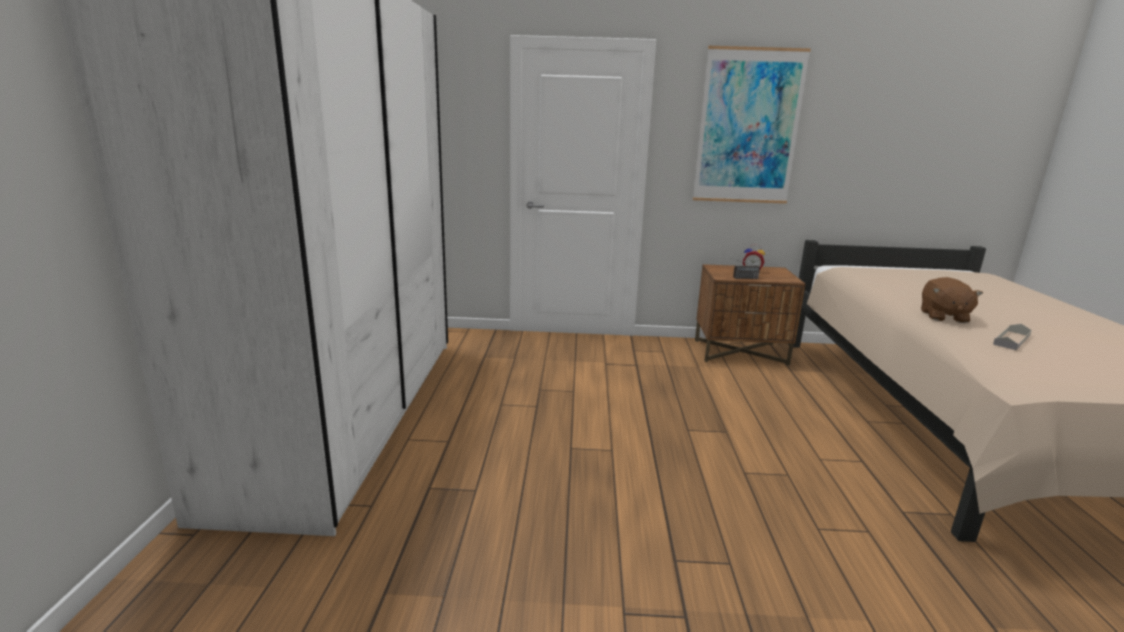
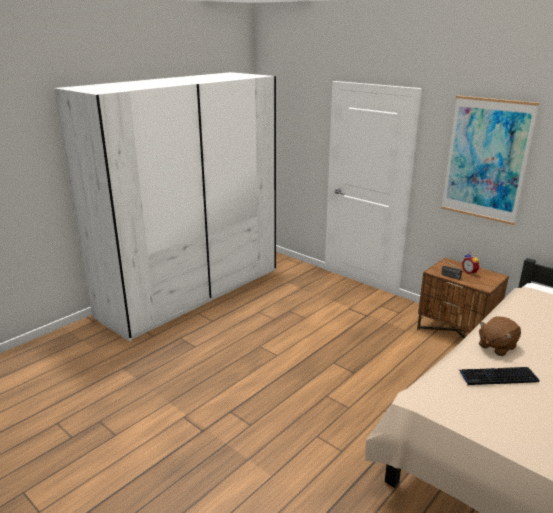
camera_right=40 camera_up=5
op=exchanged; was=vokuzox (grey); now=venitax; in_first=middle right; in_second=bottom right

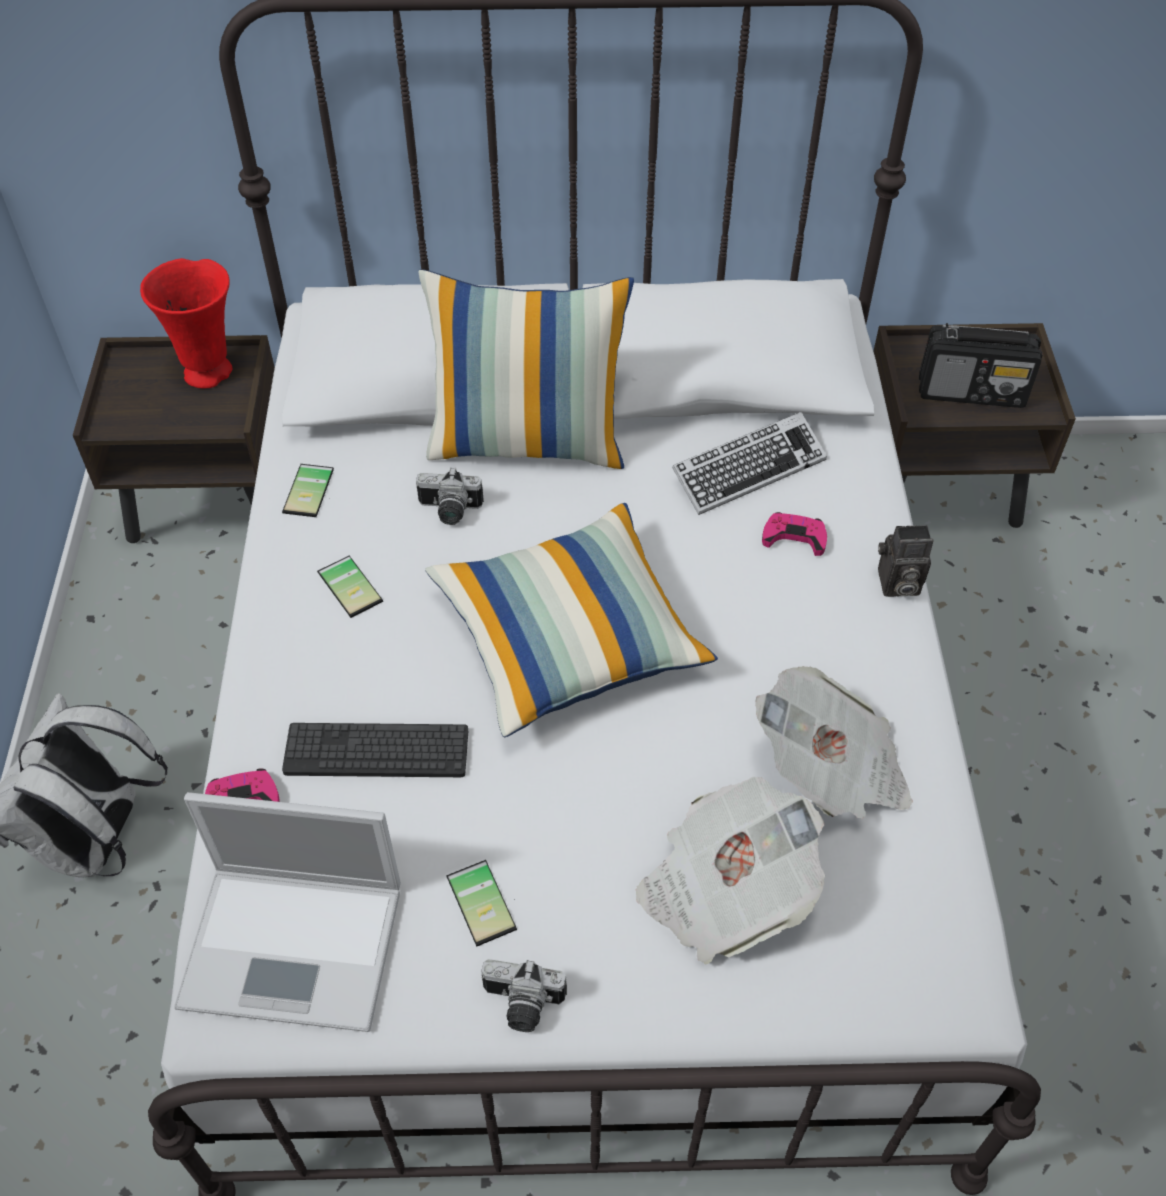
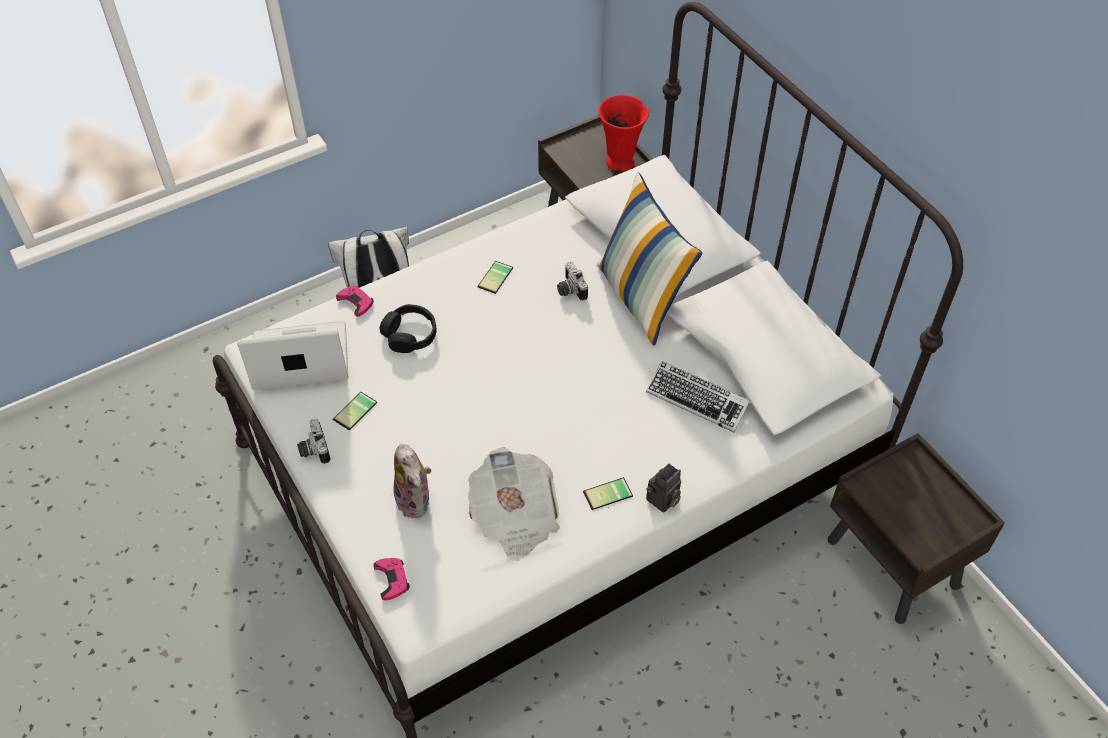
camera_right=60 camera_up=0
op=missing; was=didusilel (no. 2 from left); in_first=centre
op=missing; was=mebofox; in_first=top right
op=relocated; was=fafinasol (no. 1 from left in the first image); now=fafinasol (no. 3 from left); in_first=middle left; in_second=bottom centre
op=relocated; was=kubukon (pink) (no. 2 from left); in_first=middle right; in_second=bottom centre
op=exchanged; was=venitax (no. 1 from left); now=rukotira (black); in_first=middle left; in_second=centre
op=exchanged; was=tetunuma (no. 1 from left); now=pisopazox; in_first=bottom centre; in_second=centre
op=spun; was=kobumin; in_first=bottom left; in_second=middle left; clockwise=105
op=spun; was=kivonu (no. 3 from left); in_first=middle right; in_second=centre; clockwise=-105

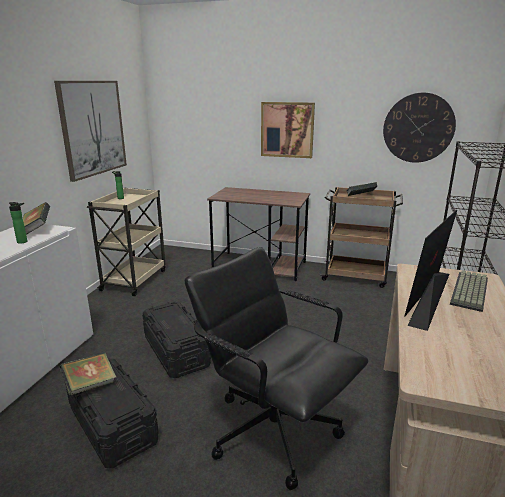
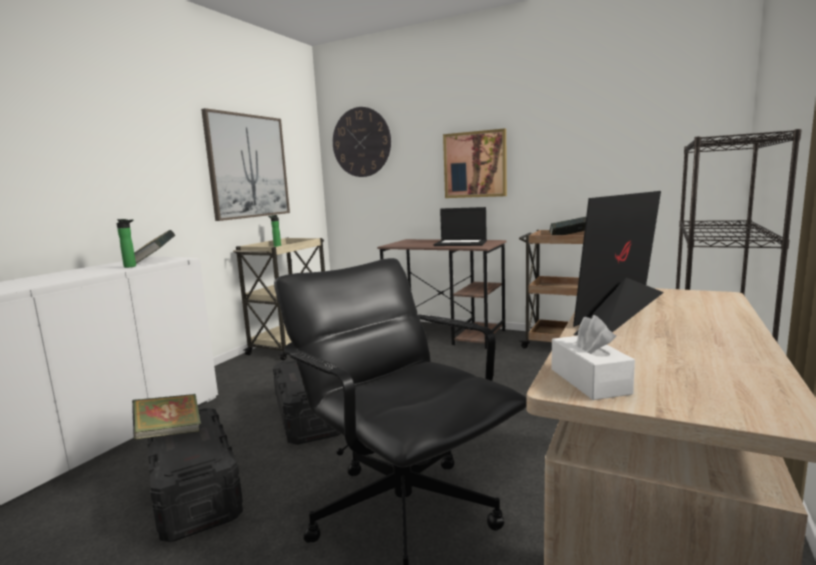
camera_right=10 camera_up=-10
op=missing; was=venitax; in_first=middle right
op=appeared; now=kobumin; in_second=centre
op=appeared; now=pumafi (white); in_second=middle right
op=relocated; was=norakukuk; in_first=top right; in_second=top centre

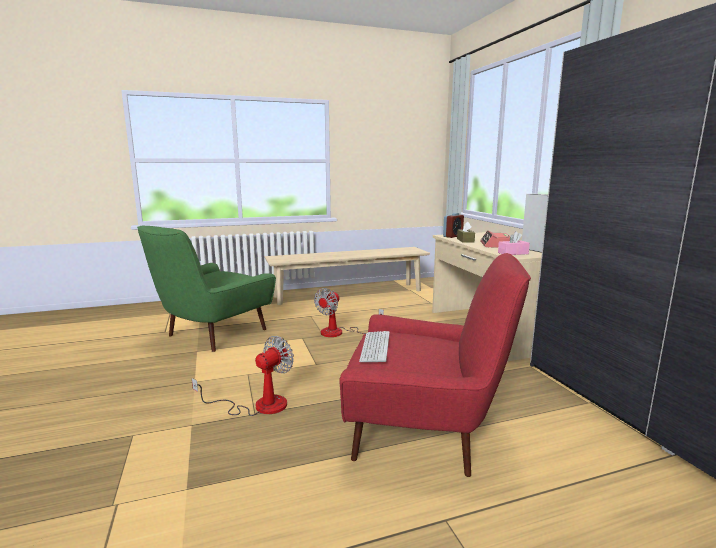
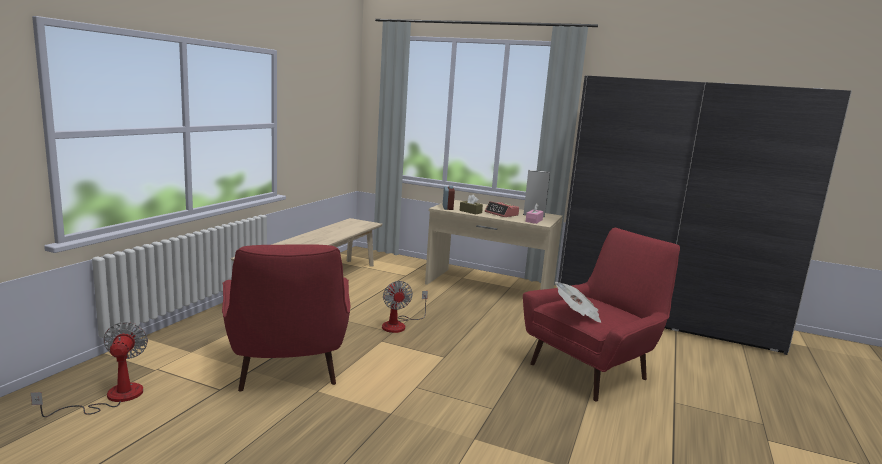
camera_right=-50 camera_up=0
op=relocated; was=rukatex (no. 1 from left); in_first=bottom centre; in_second=bottom left
op=exchanged; was=venitax; now=tetunuma; in_first=centre; in_second=centre
op=colour; was=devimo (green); now=devimo (red) (no. 1 from left); in_first=middle left; in_second=bottom left

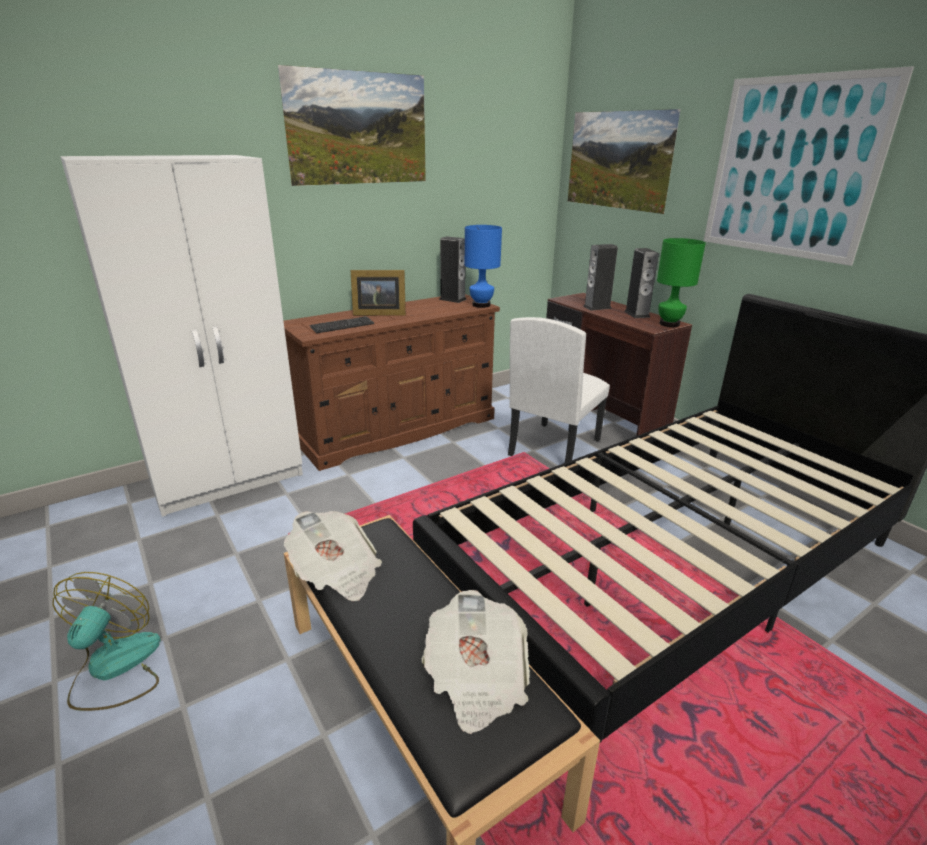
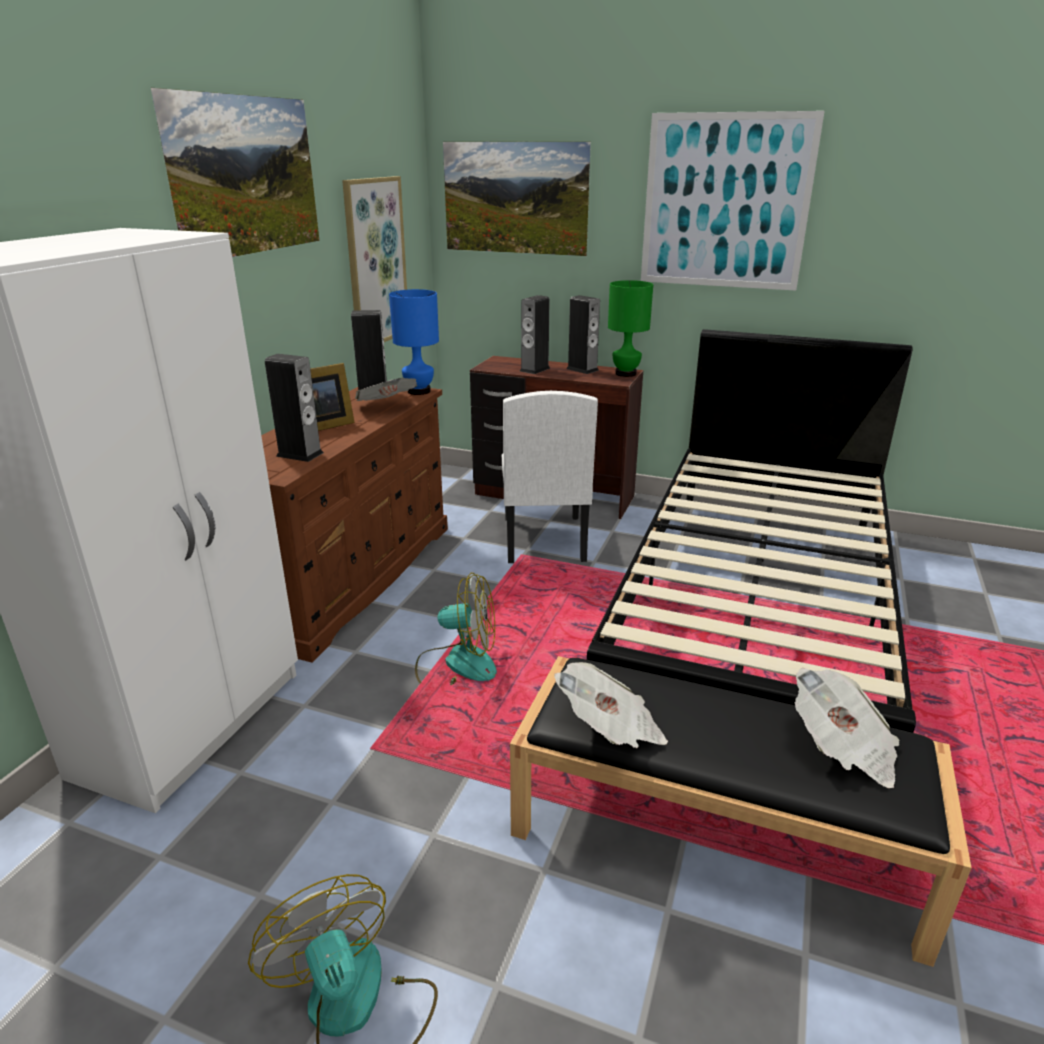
camera_right=-35 camera_up=0
op=appeared; now=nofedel (no. 2 from left); in_second=top centre
op=appeared; now=tetunuma (no. 1 from left); in_second=centre
op=appeared; now=rukatex (no. 2 from left); in_second=centre
op=exchanged; was=venitax; now=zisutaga (no. 1 from left); in_first=centre; in_second=middle left

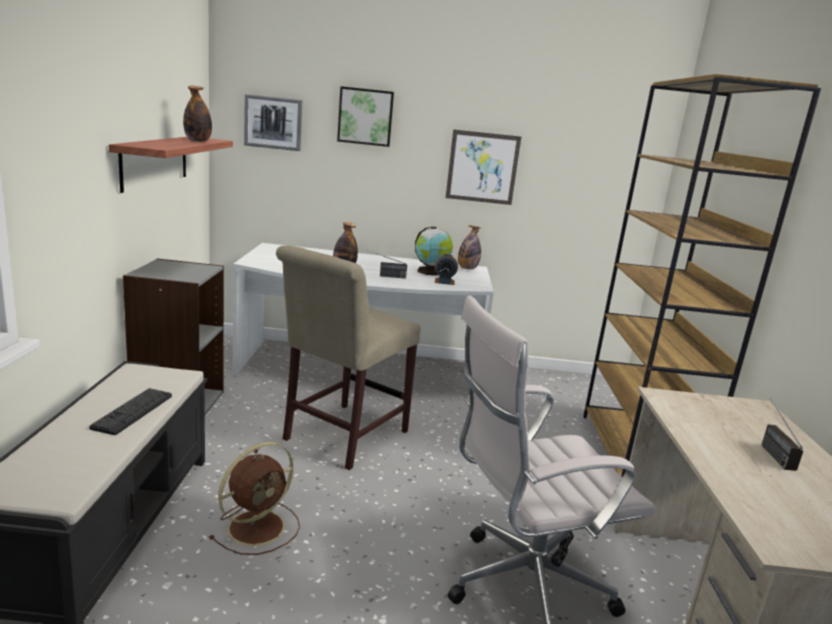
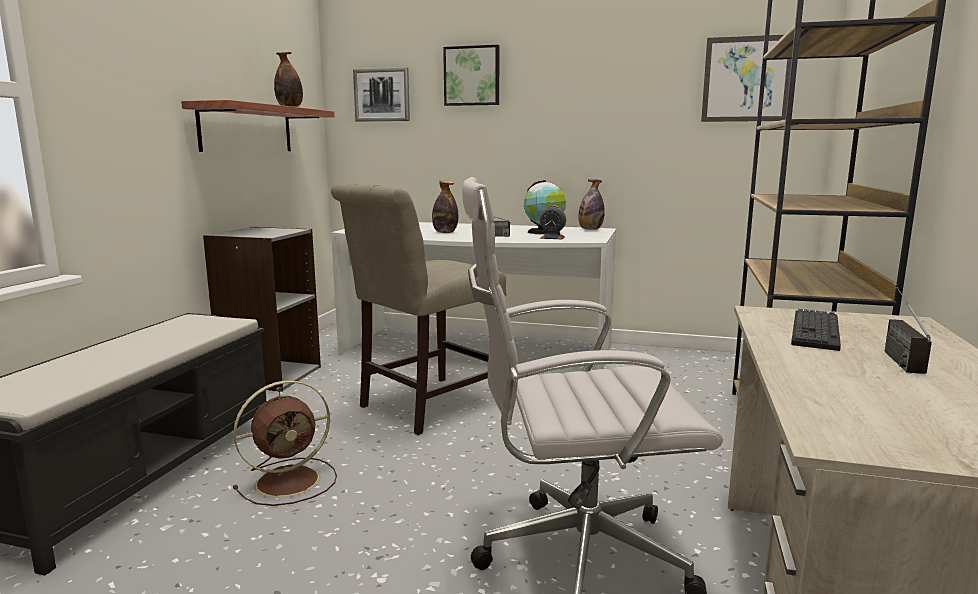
camera_right=15 camera_up=-5
op=relocated; was=venitax; in_first=middle left; in_second=middle right
op=relocated; was=nofedel (no. 3 from left); in_first=top centre; in_second=top right

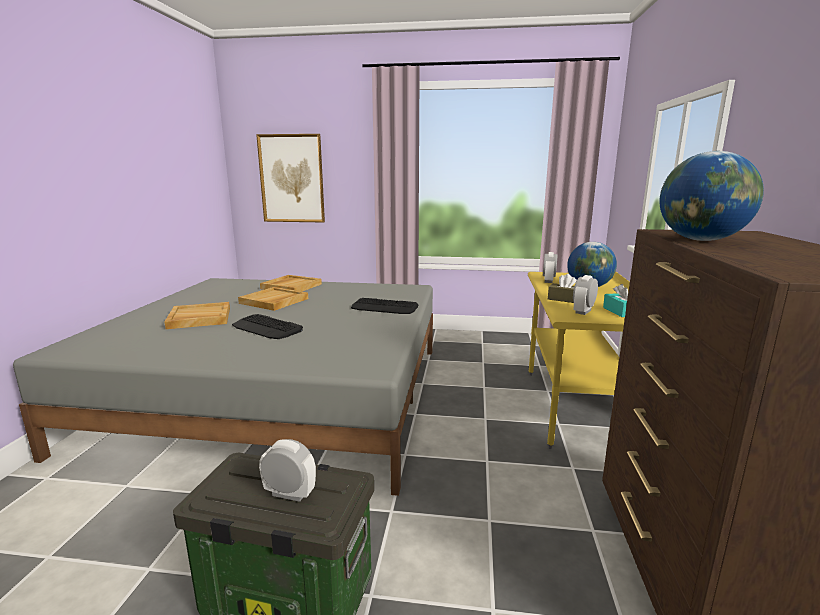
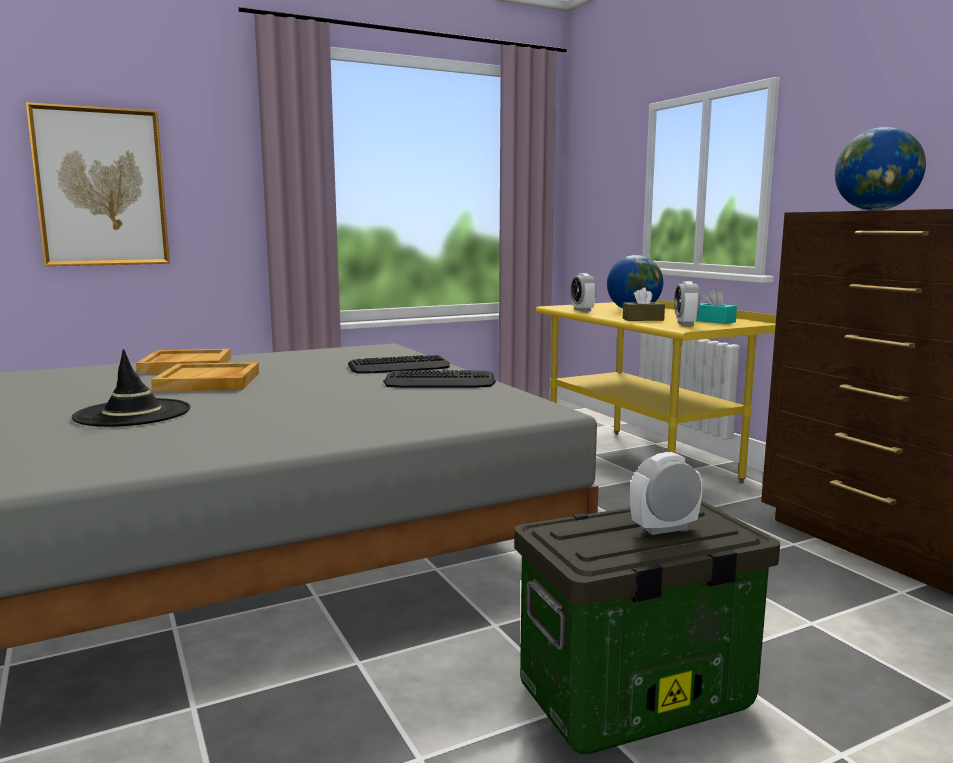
camera_right=-35 camera_up=-5
op=relocated; was=venitax (no. 1 from left in the first image); now=venitax (no. 2 from left); in_first=middle left; in_second=centre
op=exchanged; was=vokuzox (beige) (no. 1 from left); now=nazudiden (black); in_first=middle left; in_second=middle left

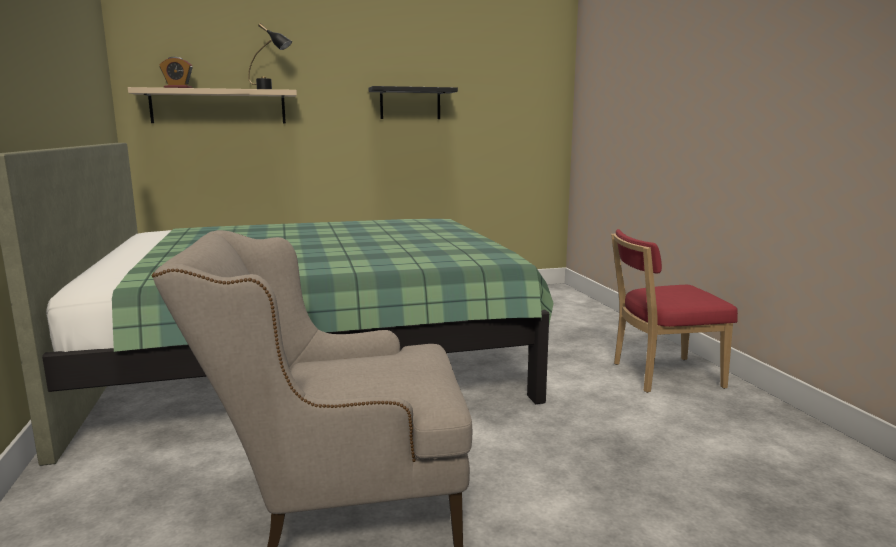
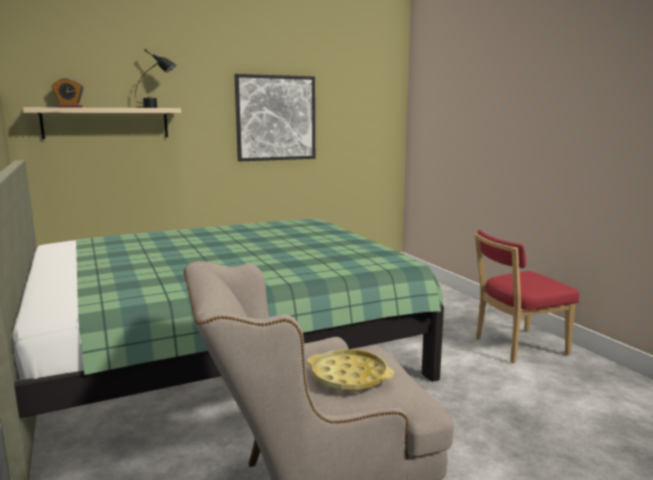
camera_right=-10 camera_up=0
op=appeared; now=vokuzox (yellow); in_second=bottom centre
op=exchanged; was=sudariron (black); now=nofedel; in_first=top centre; in_second=top centre

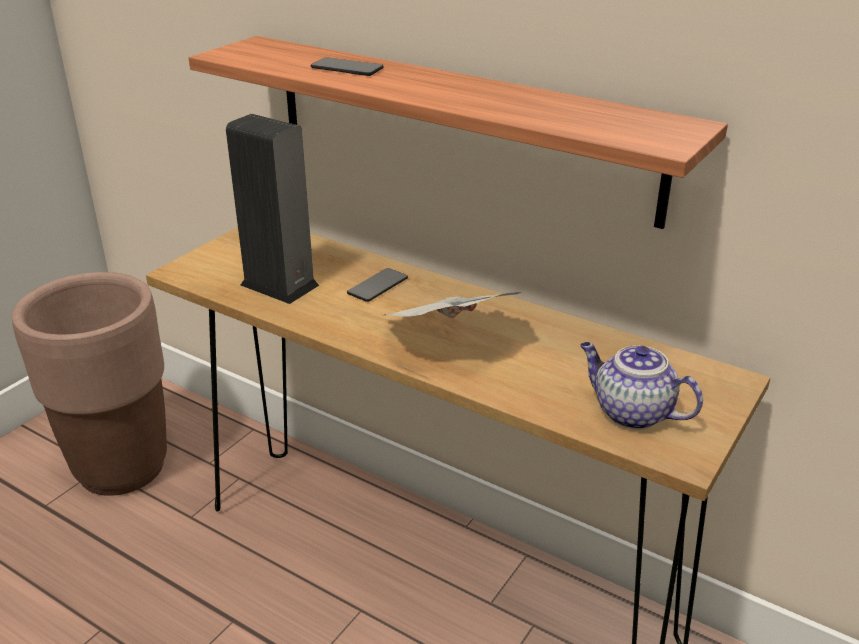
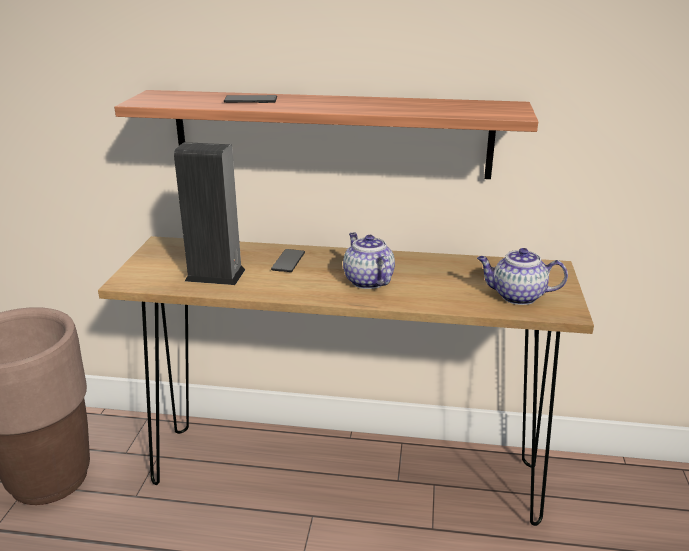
camera_right=-25 camera_up=-5
op=exchanged; was=tetunuma; now=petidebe (no. 1 from left); in_first=centre; in_second=centre

